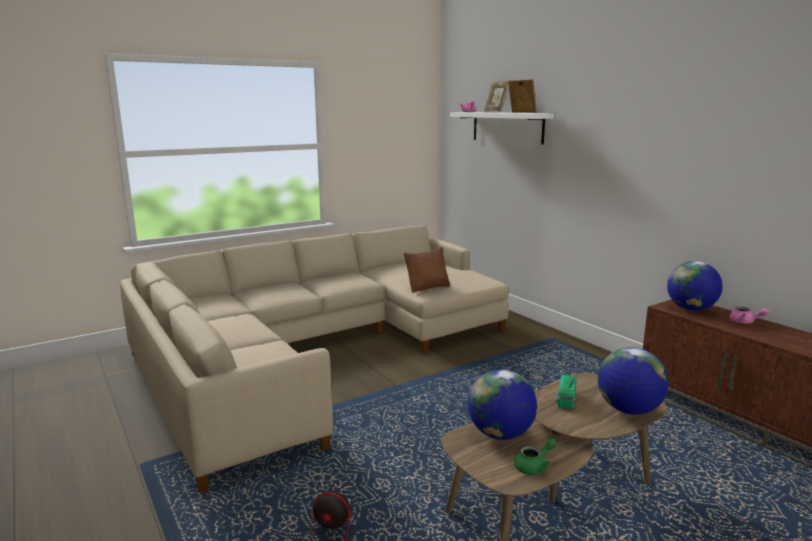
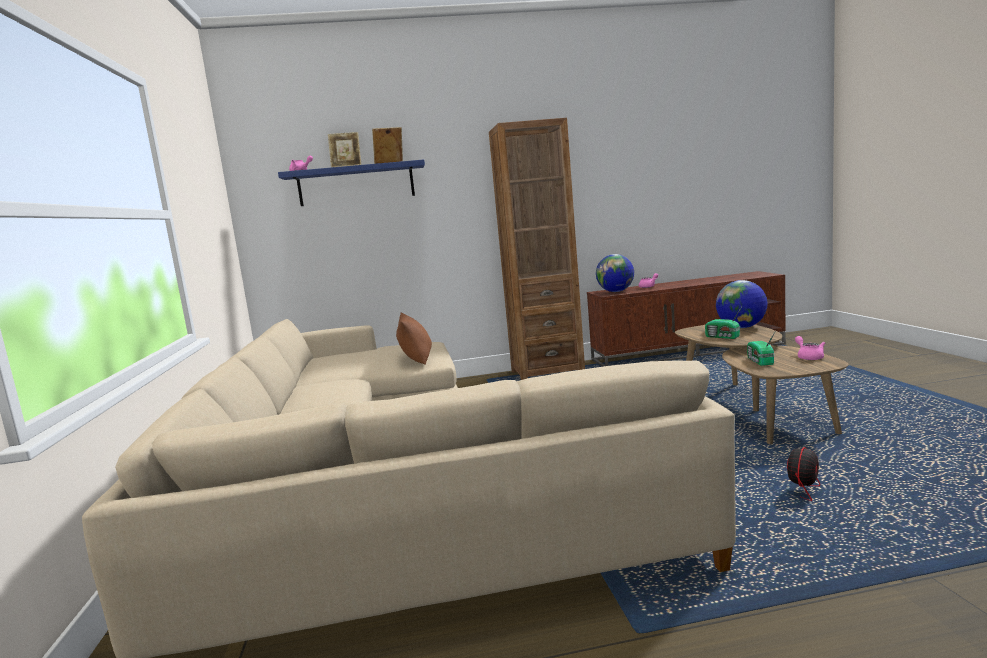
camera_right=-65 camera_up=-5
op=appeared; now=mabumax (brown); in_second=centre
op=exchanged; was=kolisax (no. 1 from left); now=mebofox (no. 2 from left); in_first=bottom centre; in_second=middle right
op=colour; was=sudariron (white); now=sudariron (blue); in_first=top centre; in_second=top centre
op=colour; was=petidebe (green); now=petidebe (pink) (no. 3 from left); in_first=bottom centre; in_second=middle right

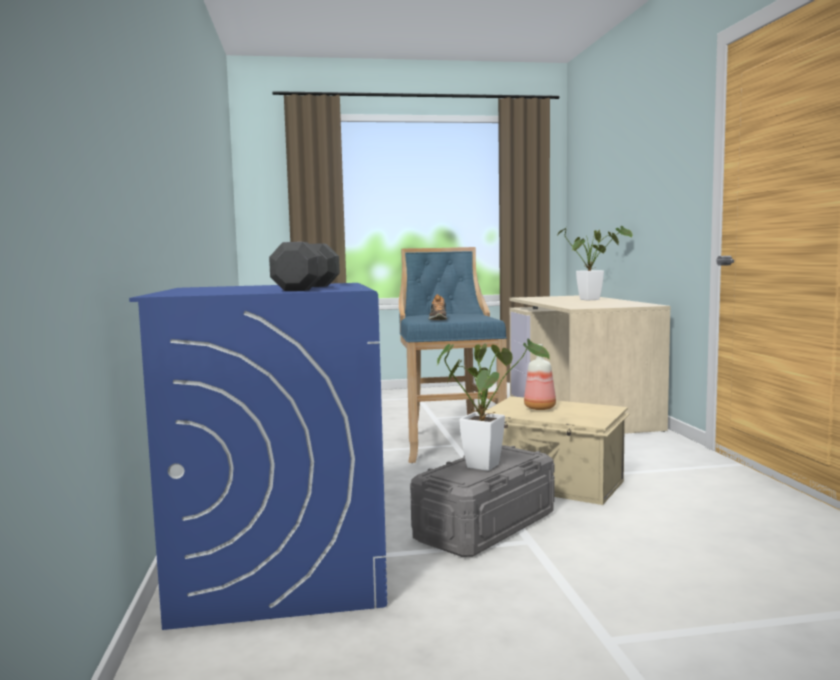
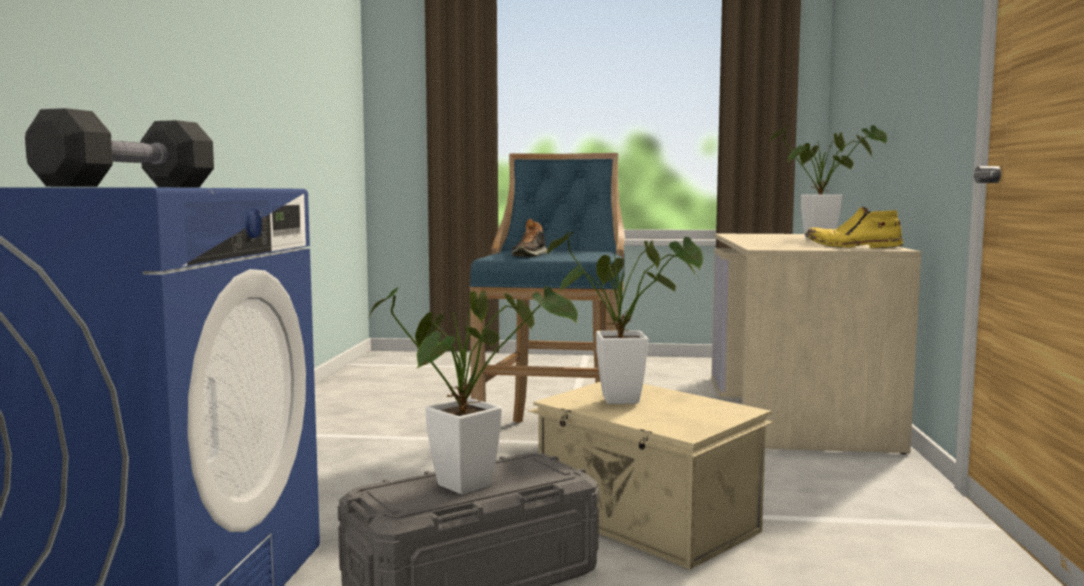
camera_right=15 camera_up=0
op=appeared; now=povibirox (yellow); in_second=middle right
op=exchanged; was=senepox; now=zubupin (no. 2 from left); in_first=centre; in_second=centre

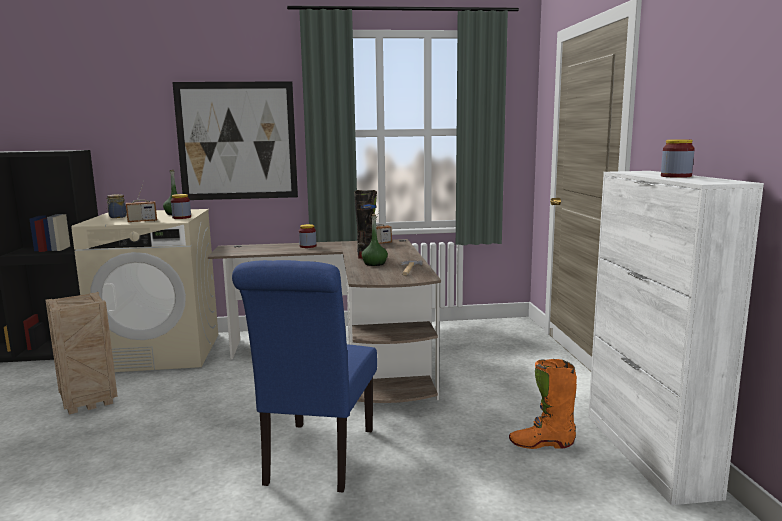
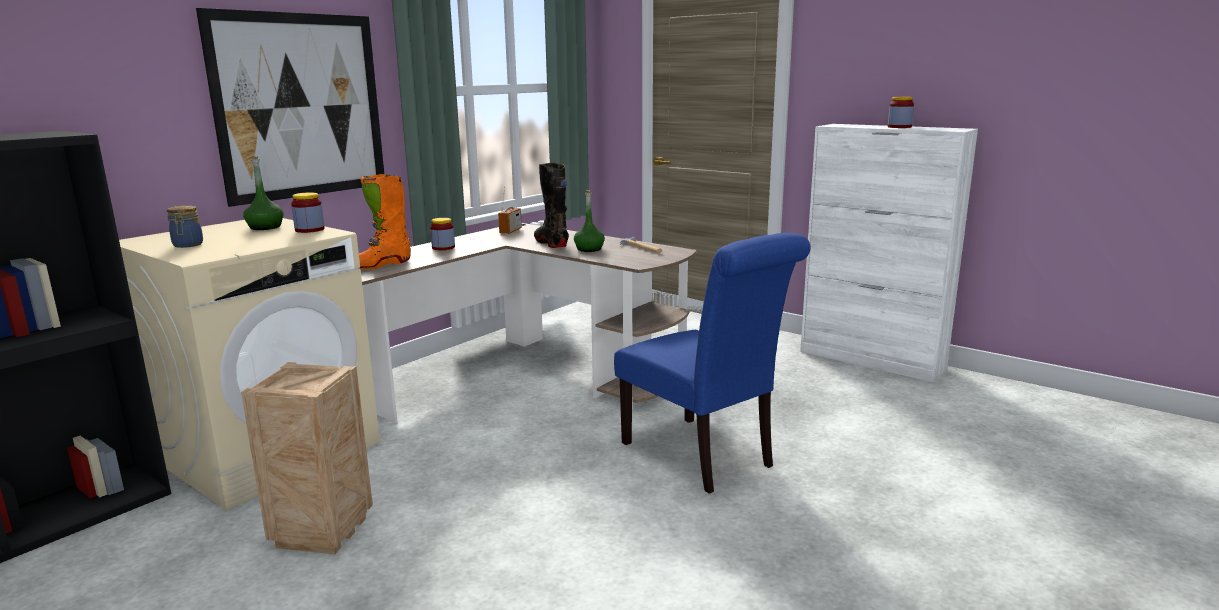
camera_right=-45 camera_up=5
op=missing; was=mebofox (no. 1 from left); in_first=middle left
op=relocated; was=povibirox (orange); in_first=bottom right; in_second=middle left

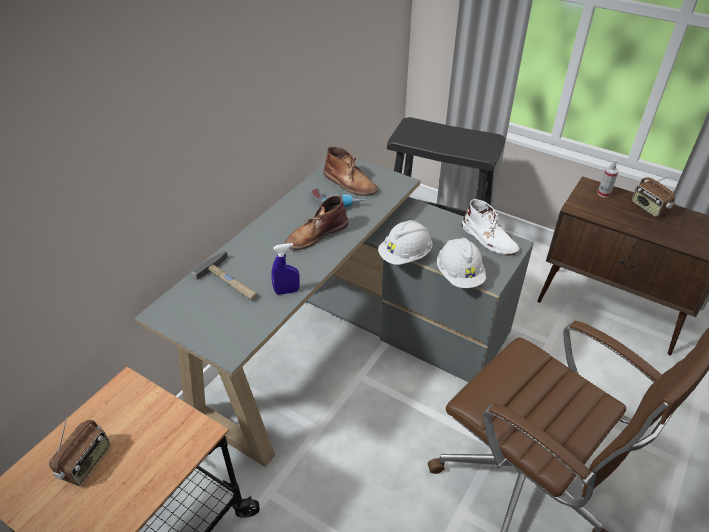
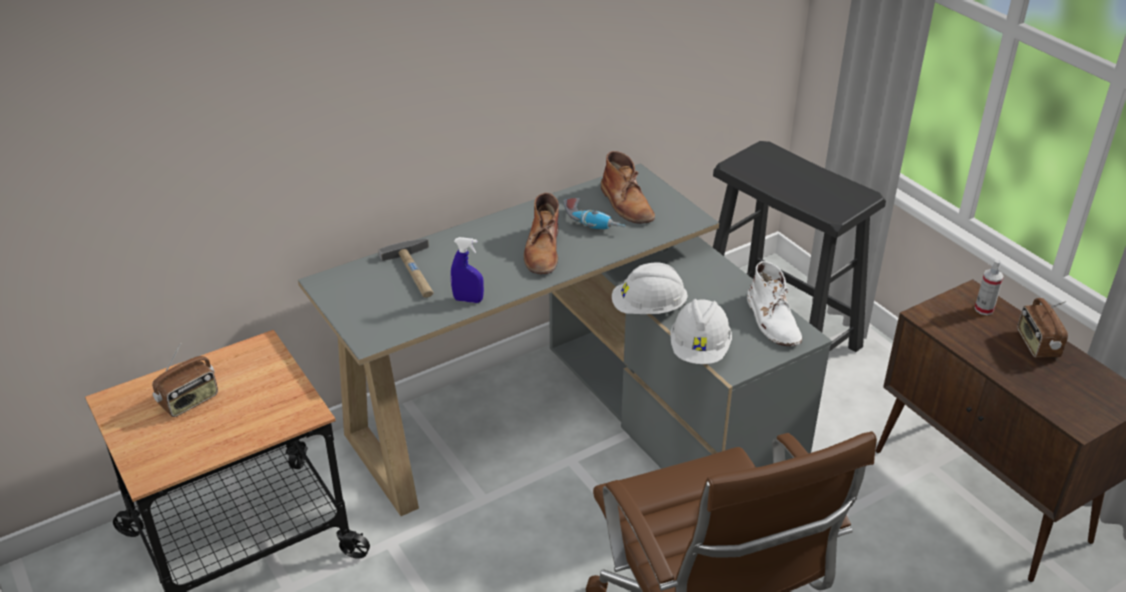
camera_right=25 camera_up=-5
op=spun; was=povibirox (brown) (no. 1 from left); in_first=centre; in_second=centre; clockwise=-75

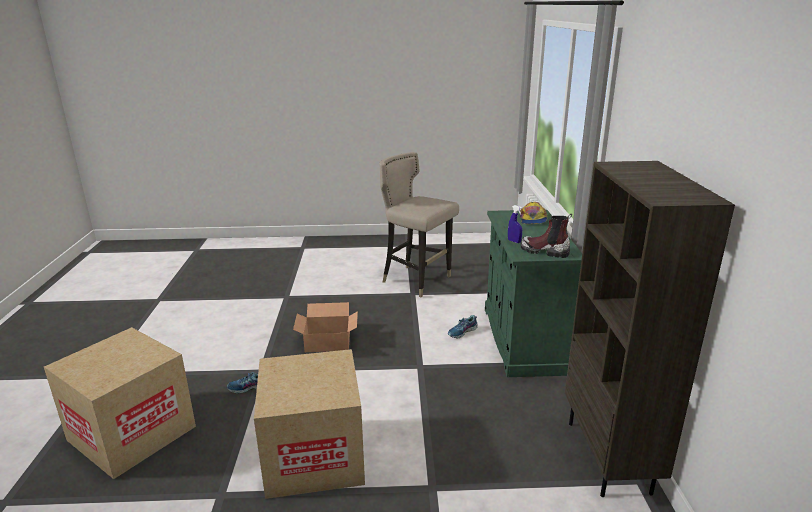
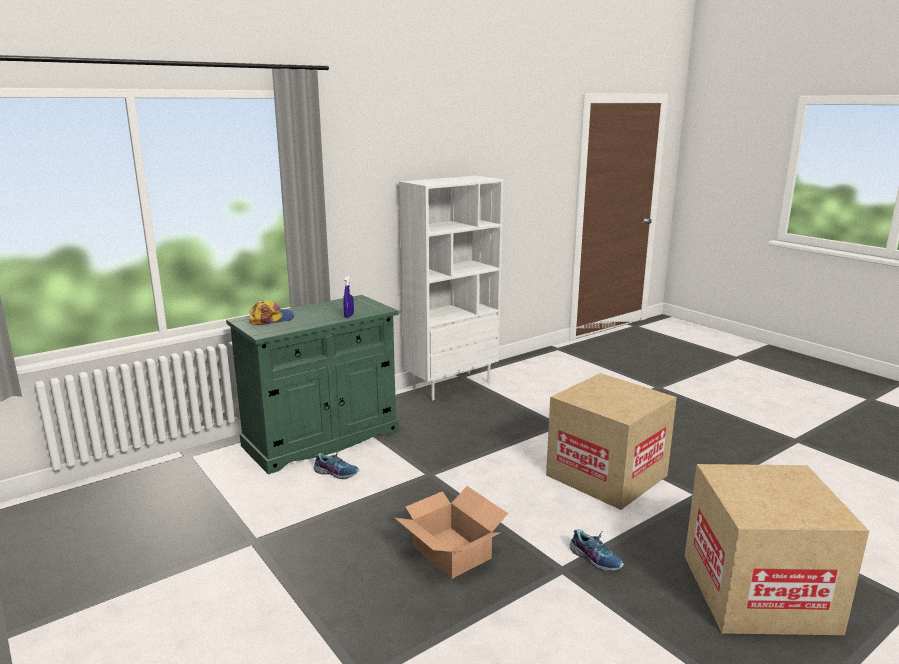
camera_right=-125 camera_up=-5
op=missing; was=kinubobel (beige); in_first=centre
op=missing; was=povibirox; in_first=middle right
op=colour; was=mabumax (brown); now=mabumax (white); in_first=middle right; in_second=centre

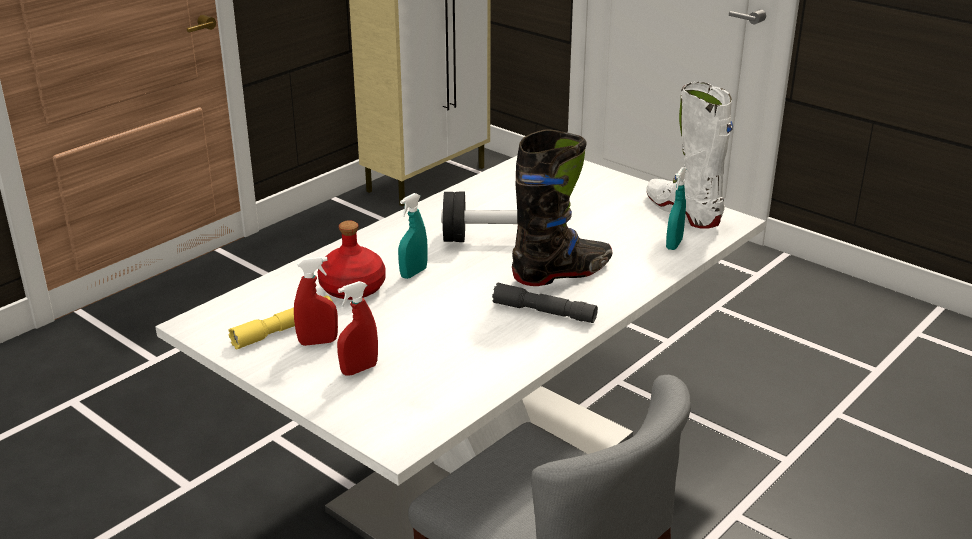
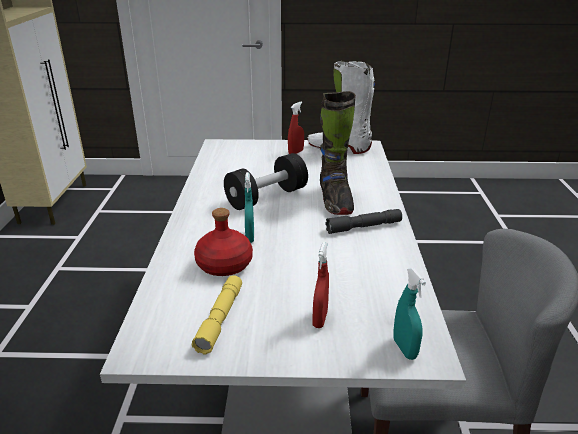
camera_right=-40 camera_up=0
op=relocated; was=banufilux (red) (no. 1 from left); in_first=middle left; in_second=top centre
op=relocated; was=banufilux (turquoise) (no. 2 from left); in_first=middle right; in_second=bottom right
op=spun; was=povibirox (black); in_first=centre; in_second=centre; clockwise=150

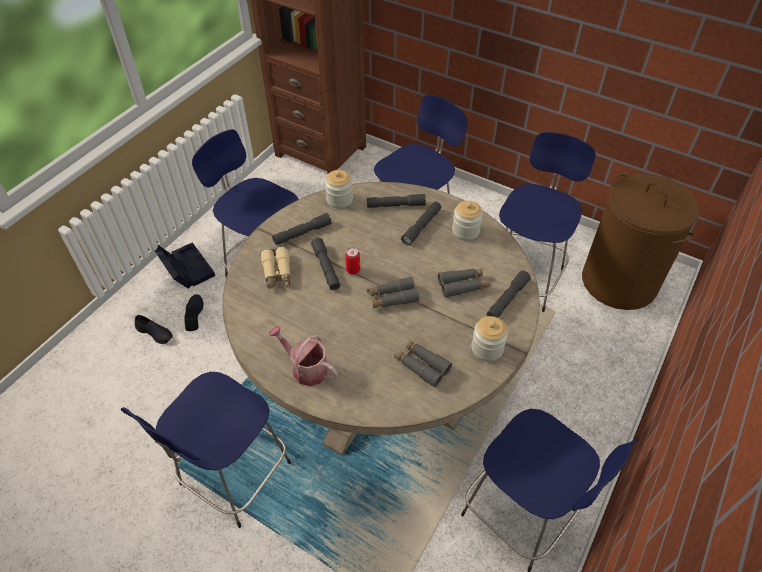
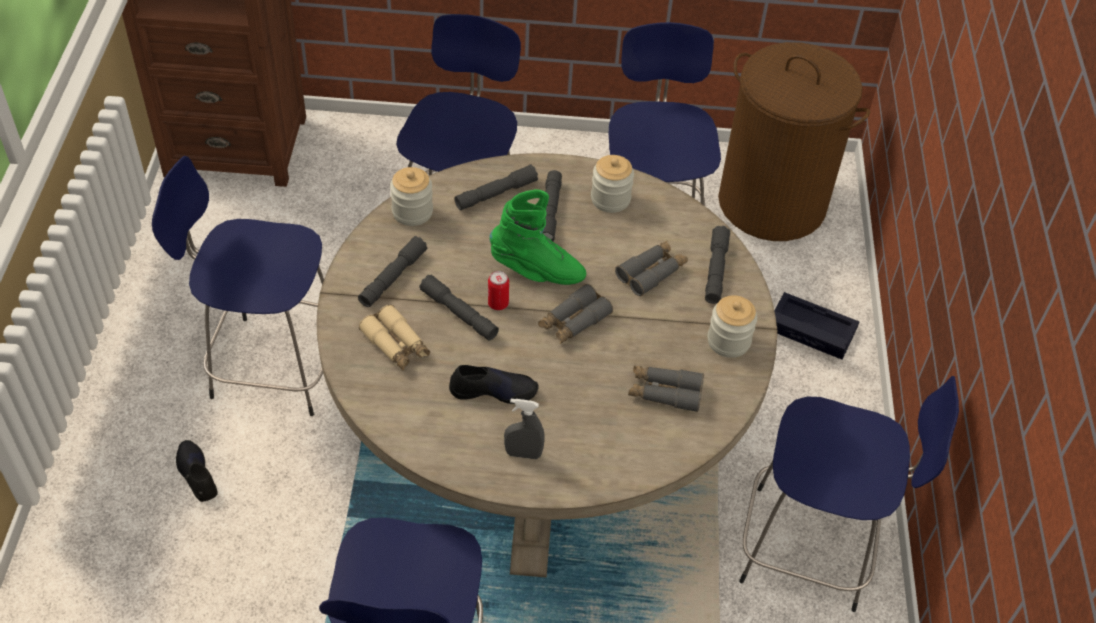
camera_right=-30 camera_up=0
op=appeared; now=povibirox (green); in_second=centre
op=relocated; was=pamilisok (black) (no. 1 from left in the first image); now=pamilisok (black) (no. 2 from left); in_first=middle left; in_second=centre
op=relocated; was=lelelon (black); in_first=middle left; in_second=middle right
op=exchanged; was=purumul; now=banufilux (grey); in_first=centre; in_second=bottom centre

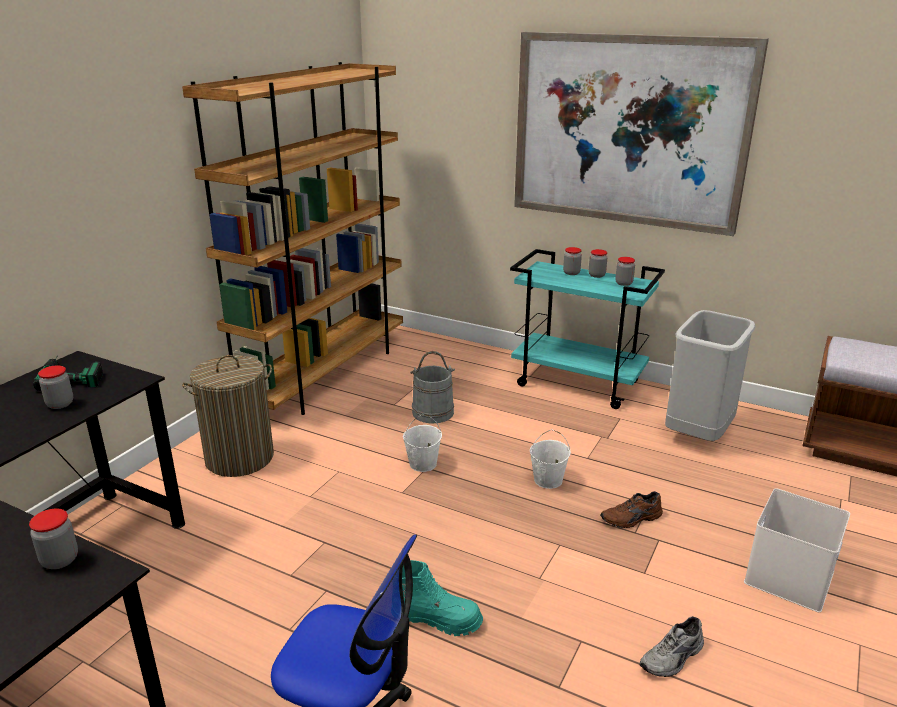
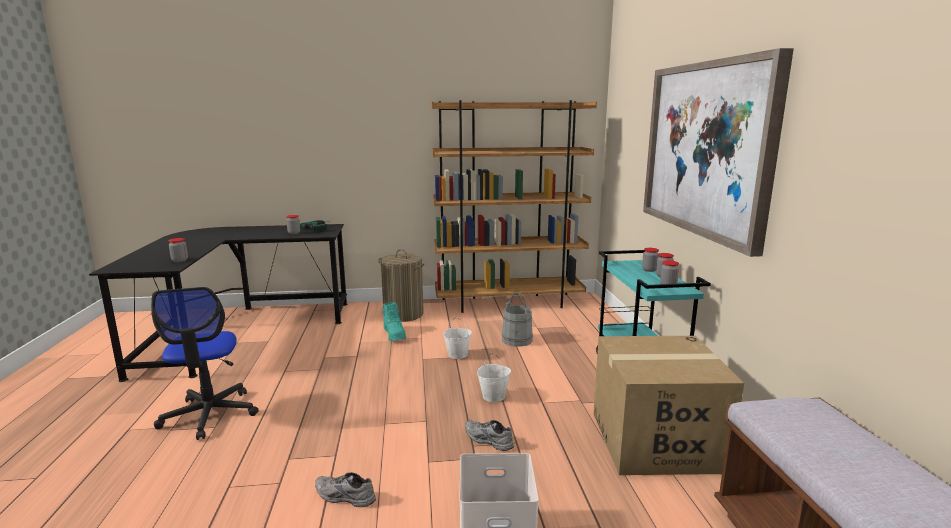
camera_right=55 camera_up=-10
op=relocated; was=povibirox (turquoise); in_first=bottom centre; in_second=centre
op=exchanged; was=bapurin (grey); now=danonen; in_first=middle right; in_second=bottom right
op=colour; was=pamilisok (brown); now=pamilisok (grey) (no. 2 from left); in_first=bottom right; in_second=bottom centre

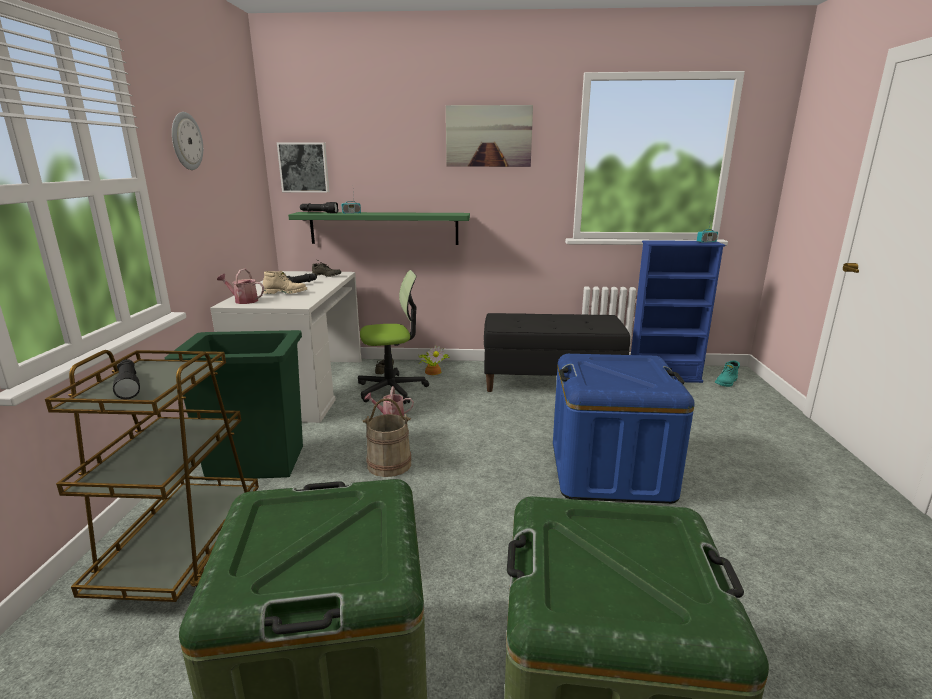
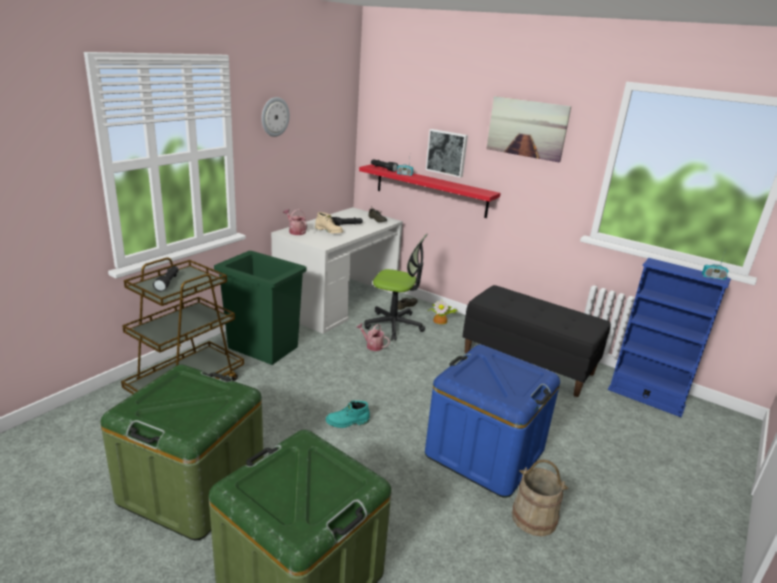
camera_right=30 camera_up=5
op=relocated; was=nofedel (no. 1 from left); in_first=top left; in_second=top centre
op=relocated; was=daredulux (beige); in_first=centre; in_second=bottom right
op=relocated; was=povibirox (turquoise); in_first=middle right; in_second=bottom centre
op=colour; was=sudariron (green); now=sudariron (red); in_first=top centre; in_second=top centre

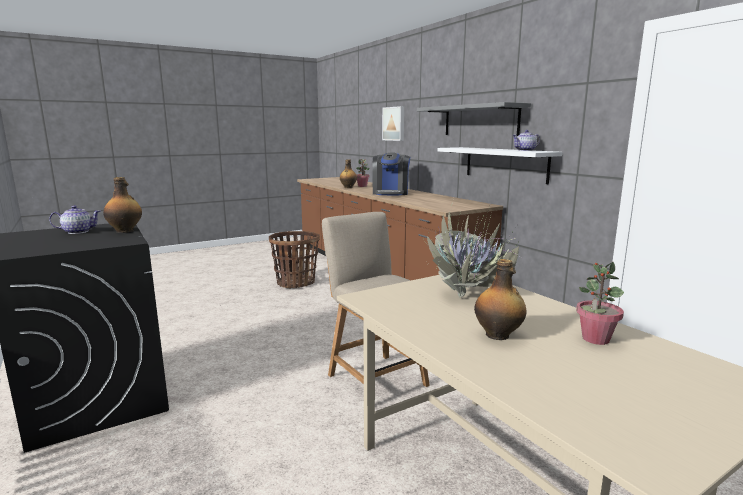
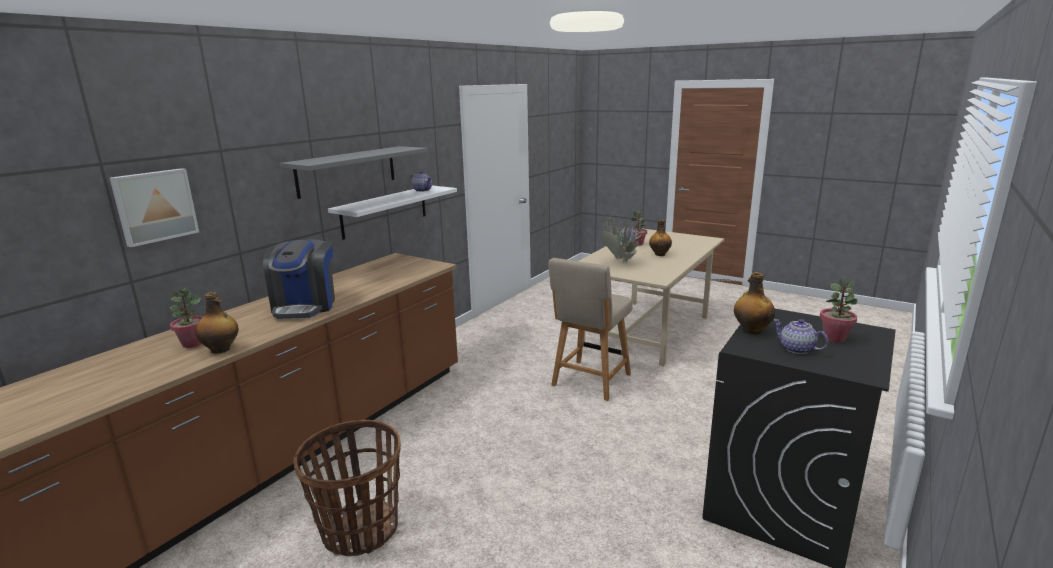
camera_right=-115 camera_up=5
op=appeared; now=zubupin (no. 4 from left); in_second=middle right
op=spun; was=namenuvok; in_first=centre; in_second=middle left; clockwise=105

